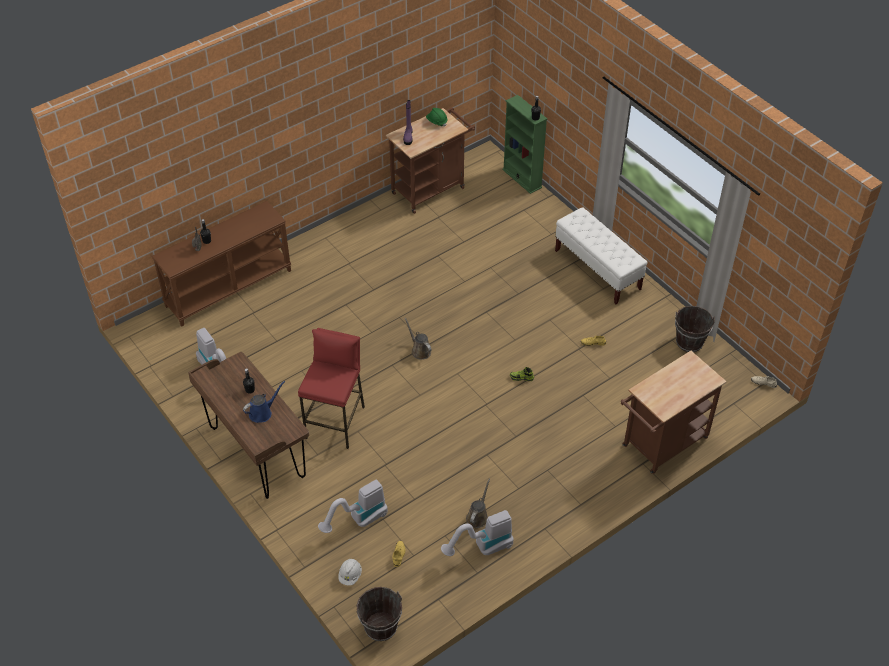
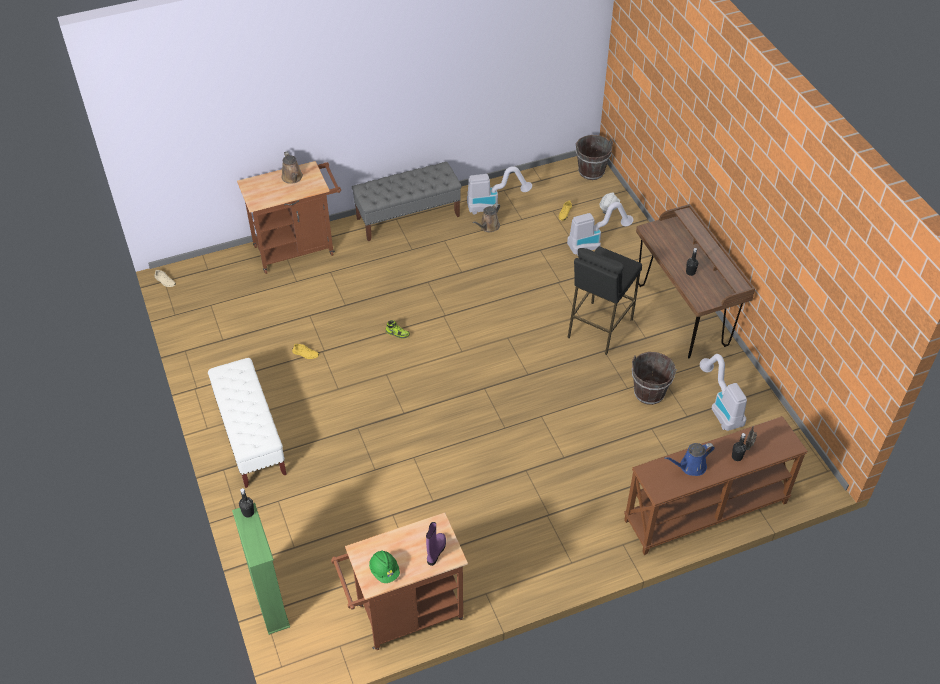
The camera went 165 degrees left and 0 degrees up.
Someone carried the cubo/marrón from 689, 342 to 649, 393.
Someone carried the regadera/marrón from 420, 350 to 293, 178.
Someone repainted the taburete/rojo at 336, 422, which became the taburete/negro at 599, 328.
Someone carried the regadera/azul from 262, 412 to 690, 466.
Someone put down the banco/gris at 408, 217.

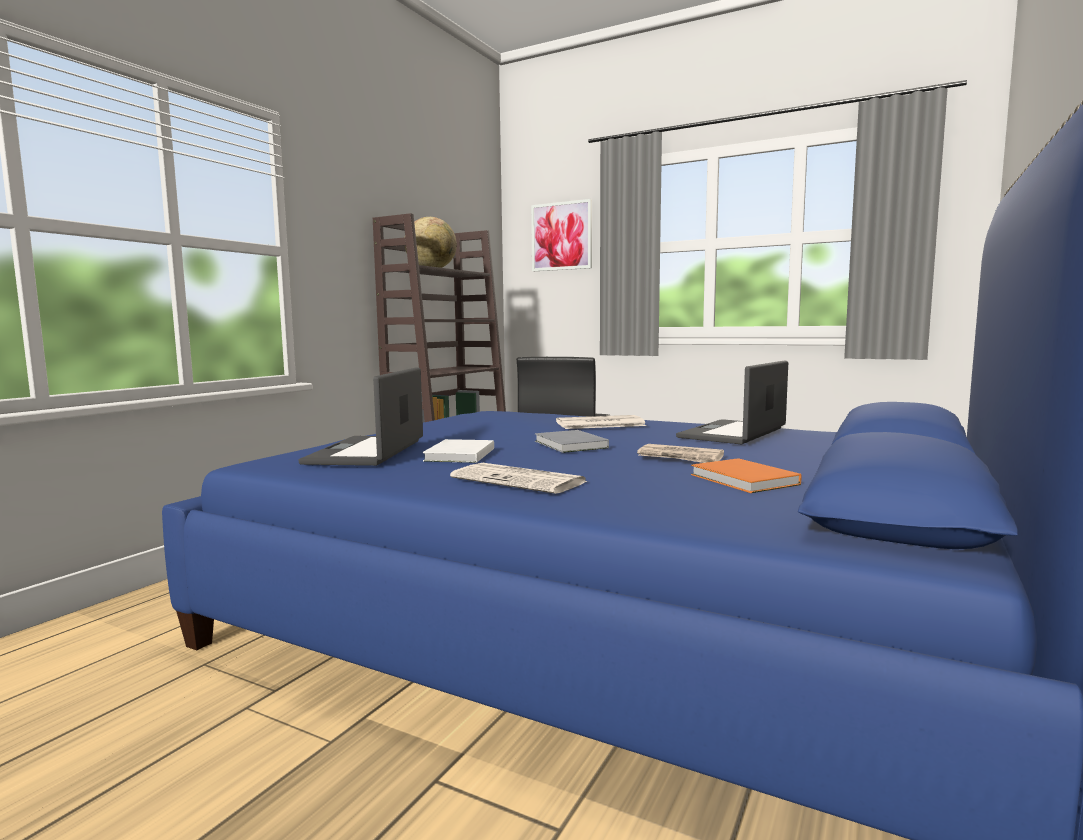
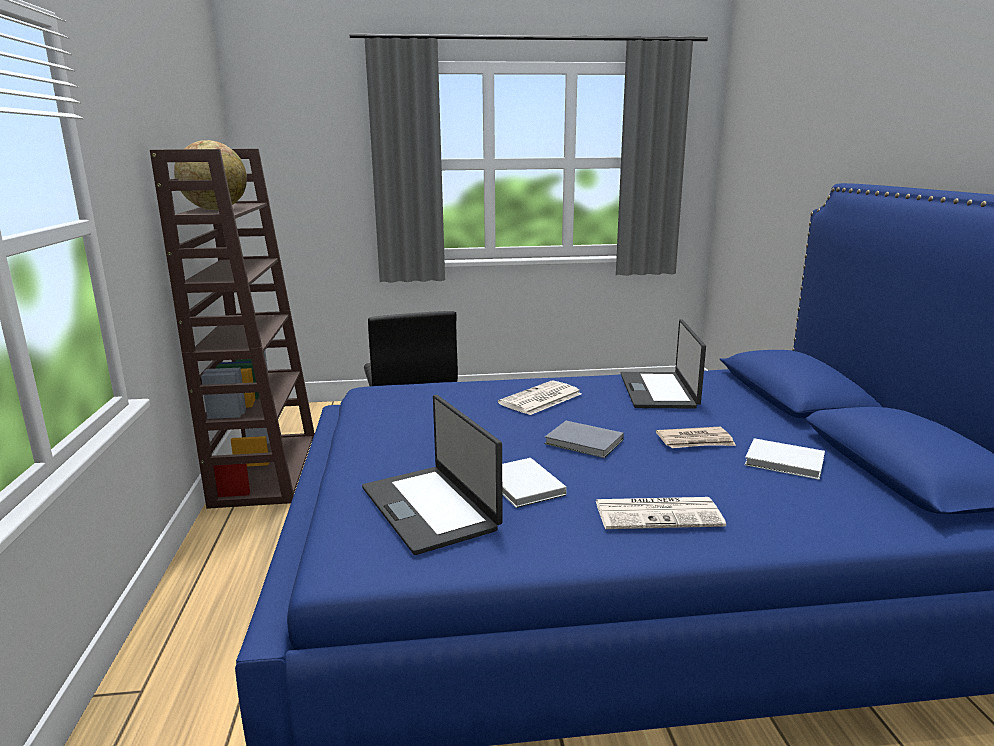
The camera went 35 degrees left and 10 degrees up.
Someone took away the cuadro at 561, 236.
Someone repainted the libro/naranja at 744, 480, which became the libro/blanco at 786, 462.

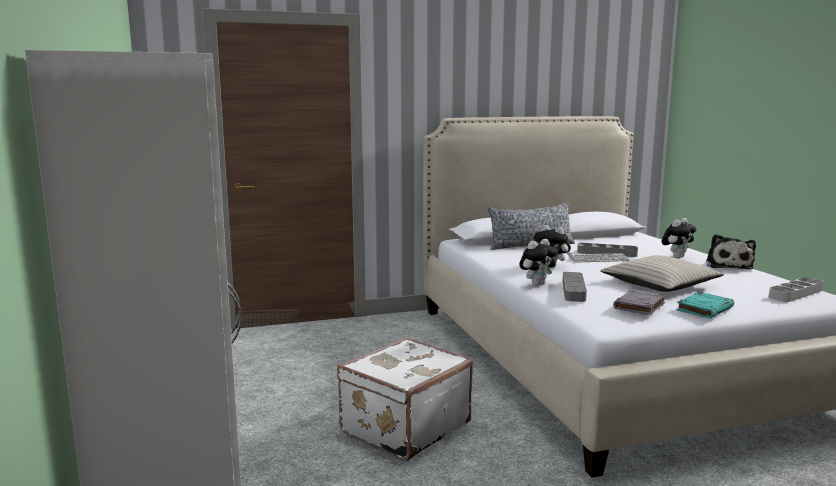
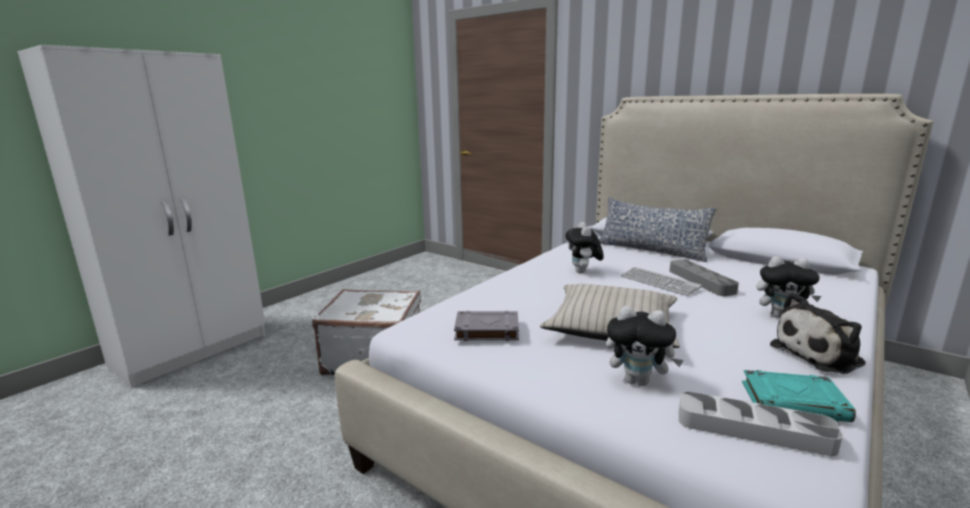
The camera went 55 degrees right and 5 degrees up.
Someone carried the peluche from 537, 284 to 639, 381.
Someone took away the bandeja/gris at 573, 290.
Someone carried the libro/turquesa from 704, 309 to 794, 401.

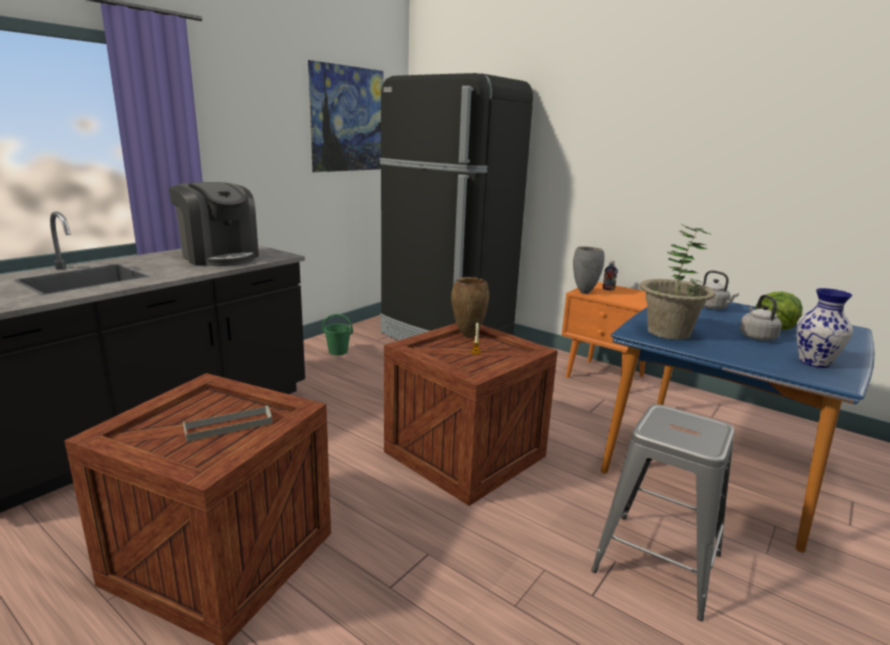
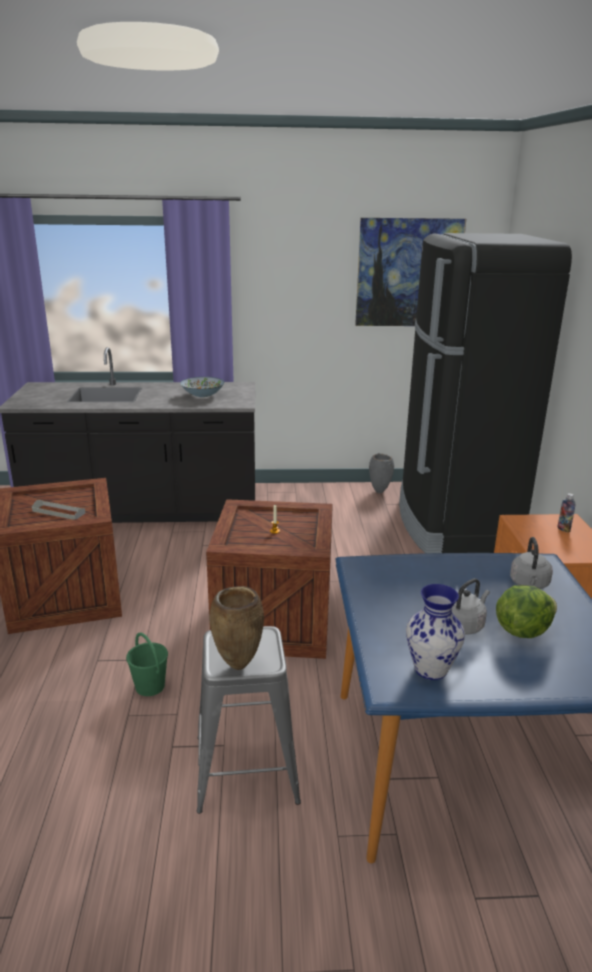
The camera went 50 degrees right and 5 degrees up.
Someone swapped the cafetera at 219, 257 for the cuenco at 203, 395.
Someone took away the planta en maceta at 668, 332.
Someone carried the florero/gris from 585, 293 to 380, 492.
Someone carried the florero/marrón from 467, 335 to 237, 665.
Someone carried the cubo/verde from 338, 352 to 150, 687.

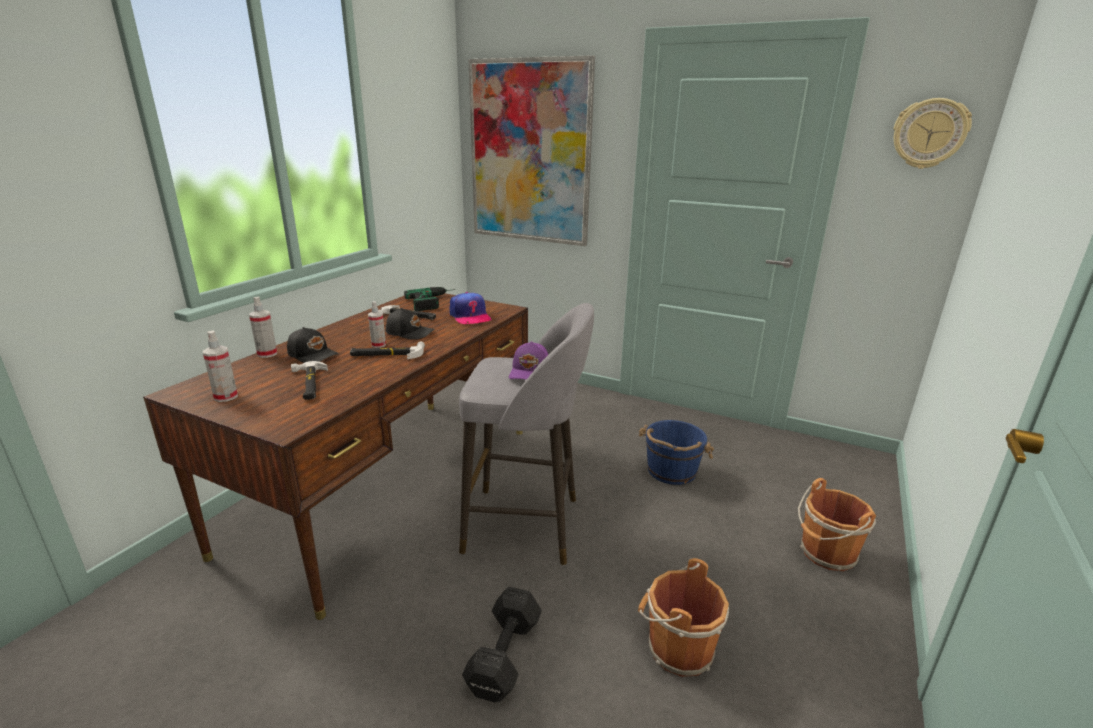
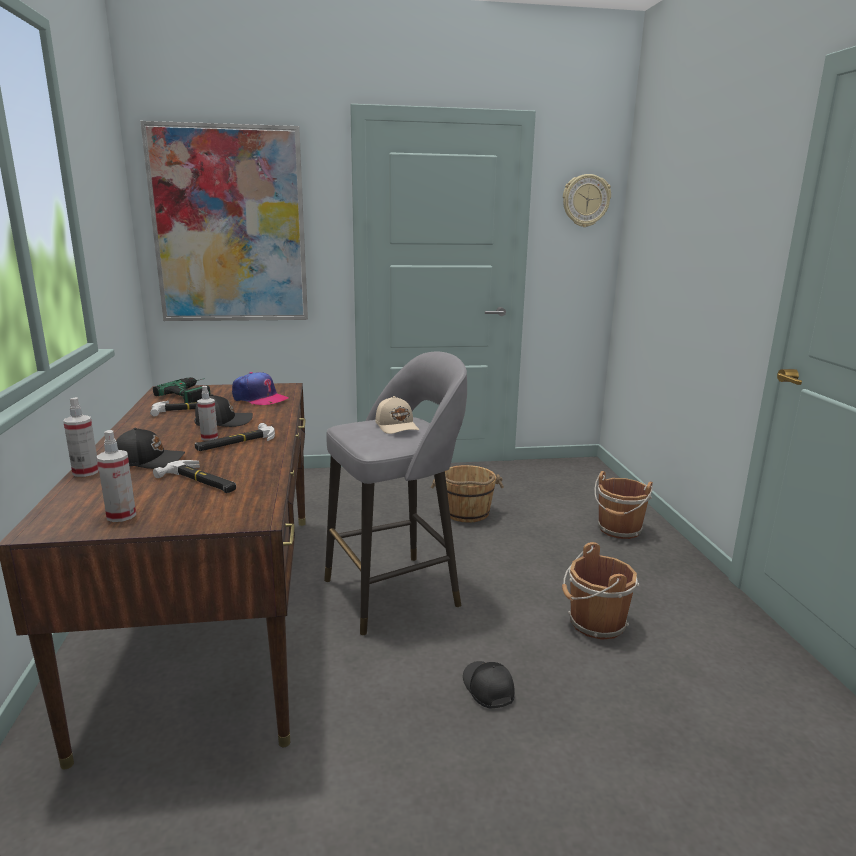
The camera went 35 degrees left and 5 degrees down.
Someone repainted the gorra/morado at 530, 372, which became the gorra/beis at 397, 426.
Someone repainted the cubo/azul at 671, 471, which became the cubo/marrón at 466, 513.
Someone swapped the mancuerna/negro at 502, 658 for the gorra/negro at 487, 688.

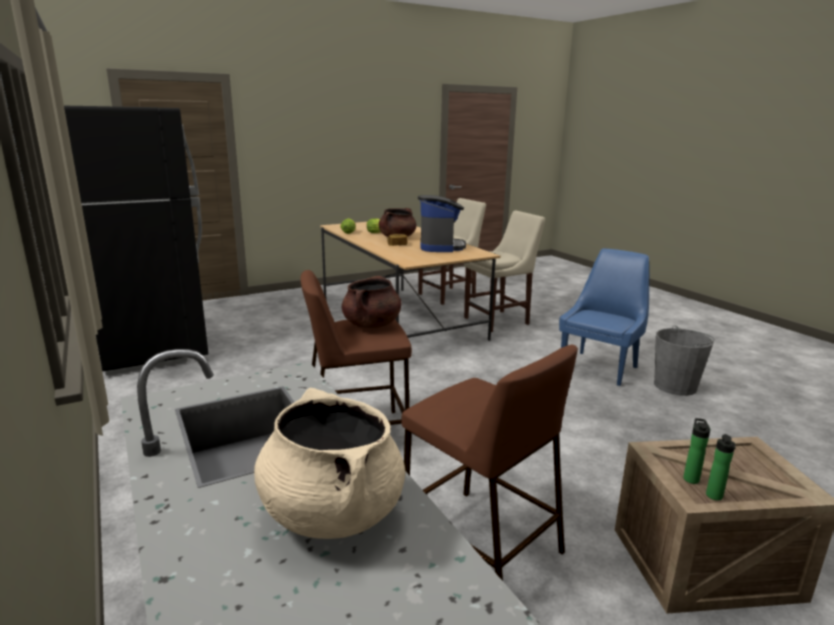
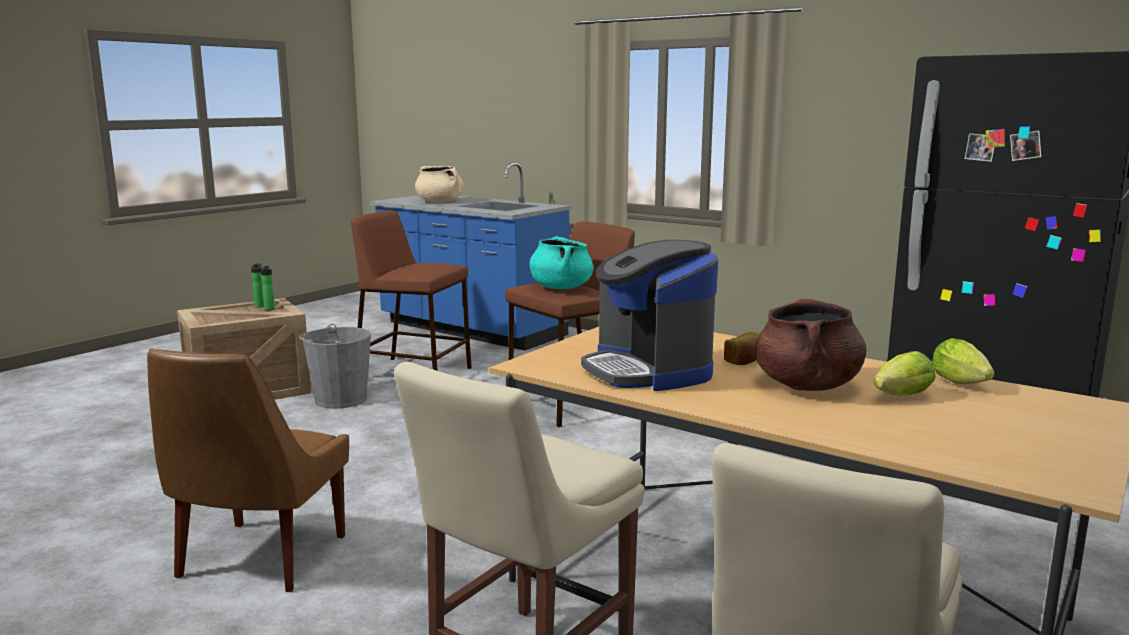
The camera went 155 degrees right and 5 degrees down.
Someone repainted the silla/azul at 600, 367, which became the silla/marrón at 259, 559.
Someone repainted the olla/marrón at 371, 325, which became the olla/turquesa at 561, 287.
Someone carried the cubo/gris from 675, 386 to 340, 399.

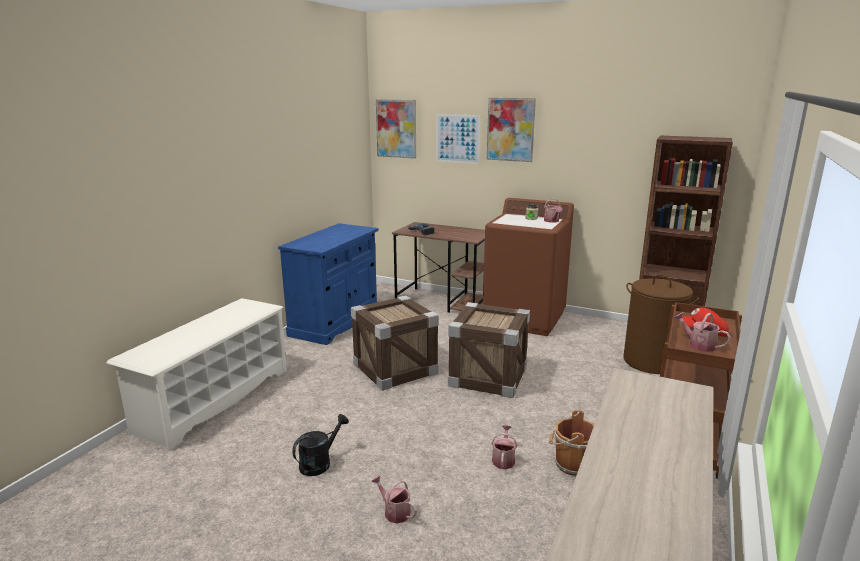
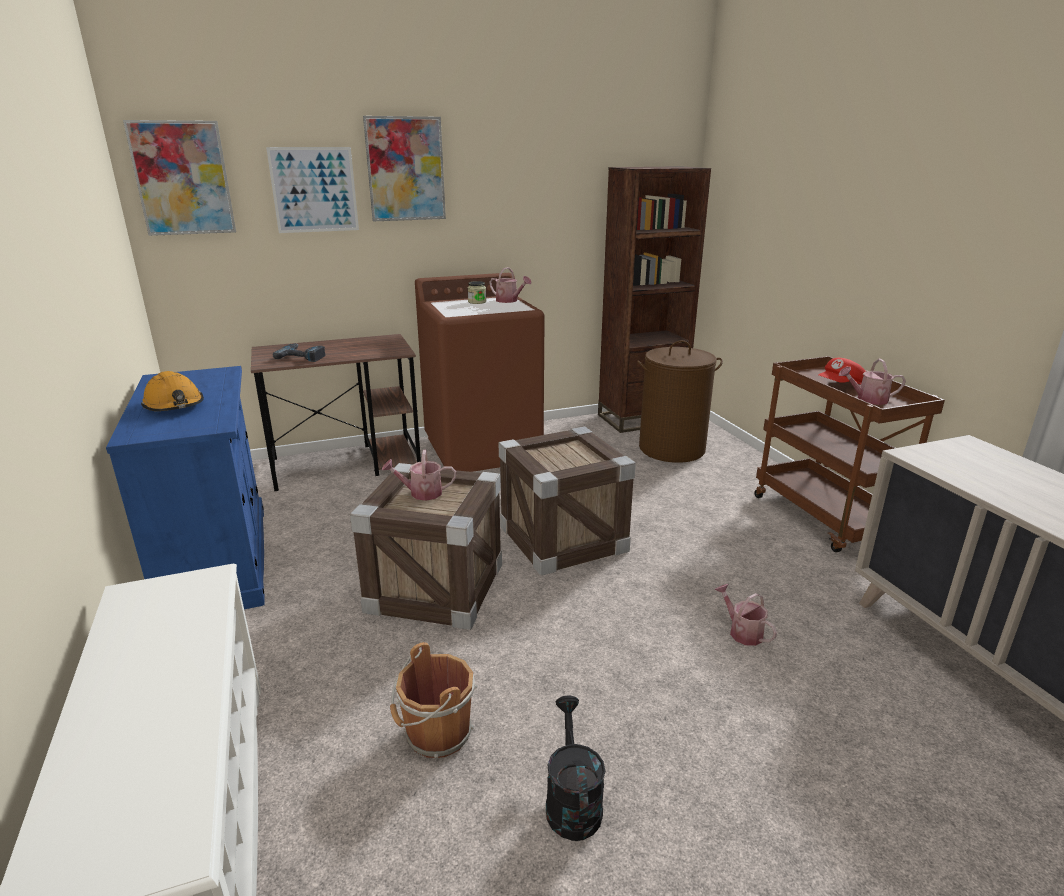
The camera went 45 degrees left and 5 degrees up.
Someone carried the cubo/marrón from 571, 464 to 436, 735.
Someone carried the regadera from 394, 512 to 421, 493.
Someone put down the casco/naranja at 174, 405.

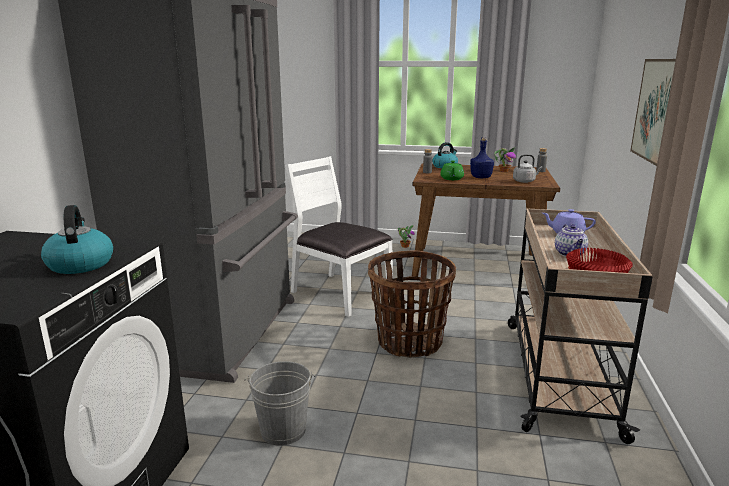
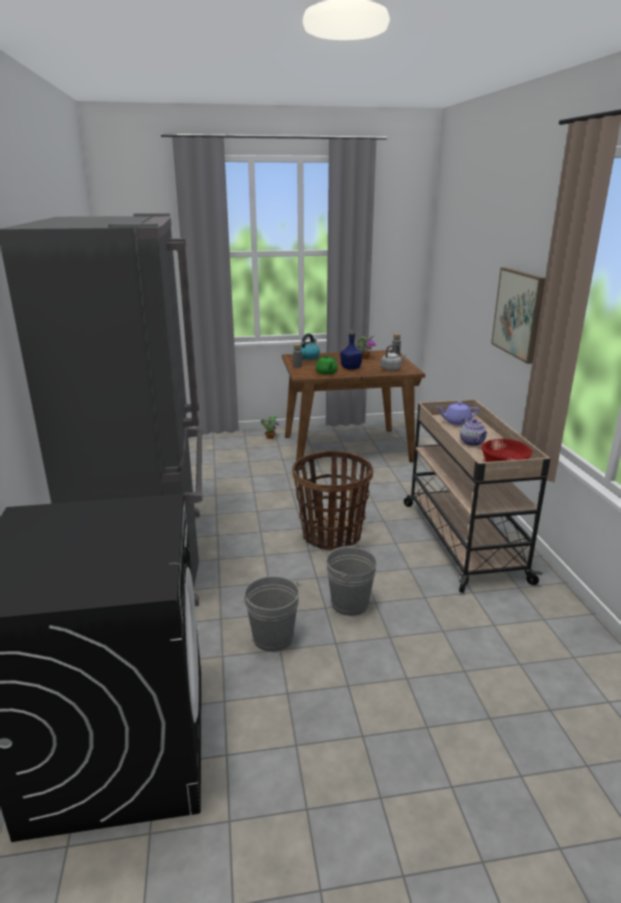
The camera went 20 degrees left and 5 degrees up.
Someone took away the silla/blanco at 339, 293.
Someone took away the hervidor at 80, 264.
Someone put down the cubo/gris at 350, 603.

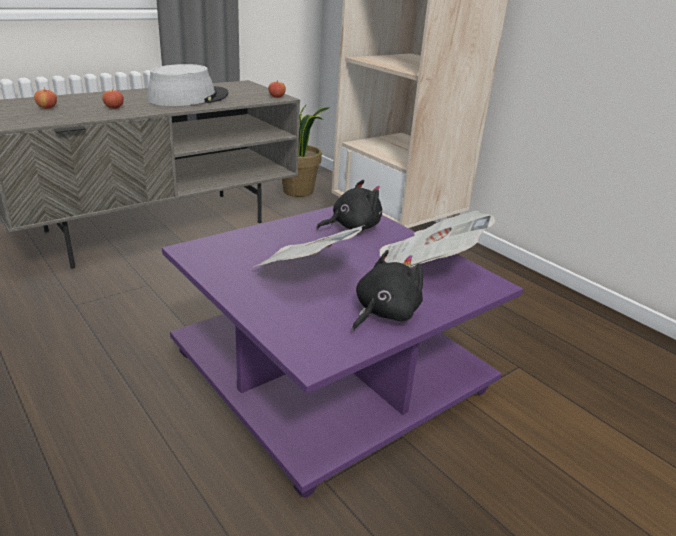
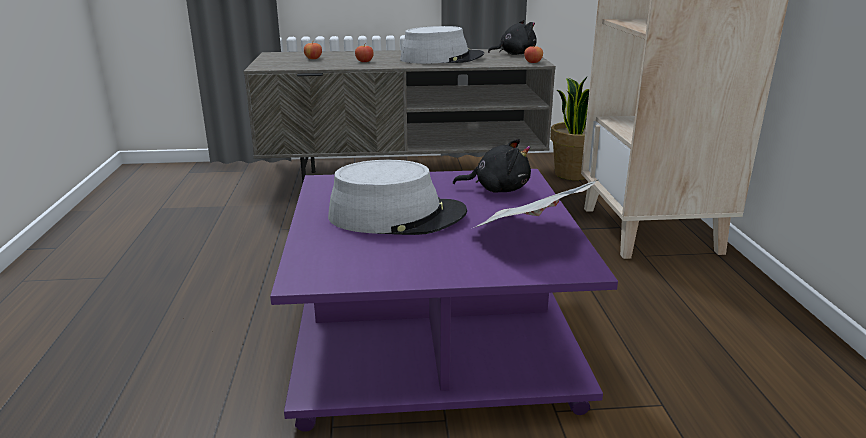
The camera went 35 degrees right and 5 degrees down.
Someone swapped the periódico at 307, 272 for the sombrero/gris at 397, 216.
Someone carried the peluche/negro from 384, 313 to 514, 54.

